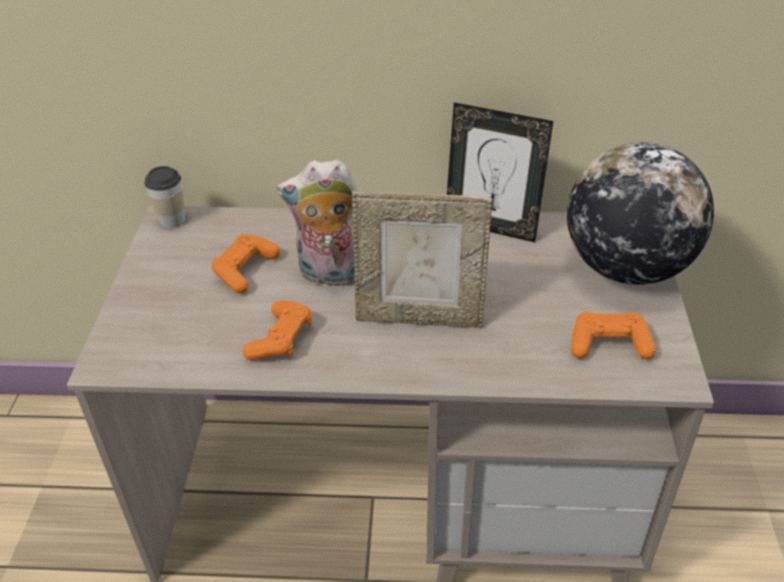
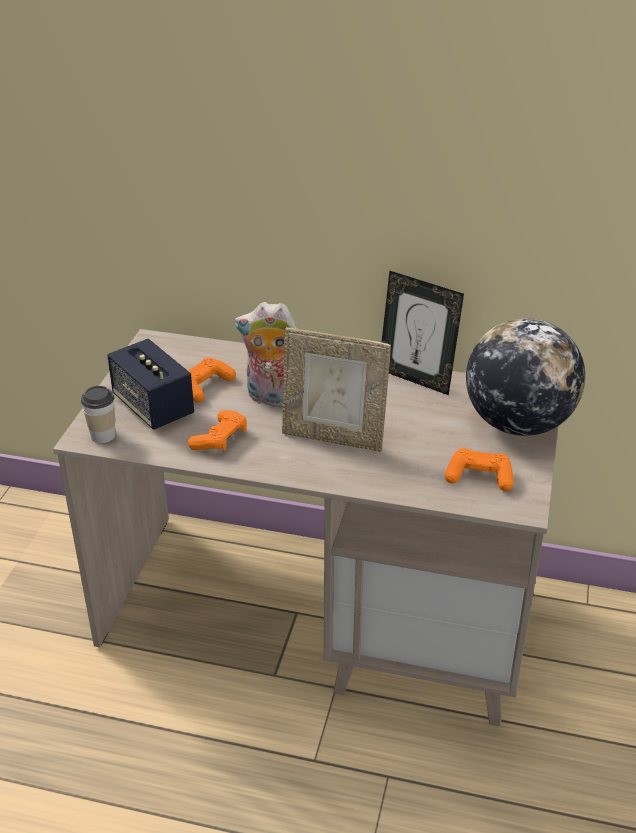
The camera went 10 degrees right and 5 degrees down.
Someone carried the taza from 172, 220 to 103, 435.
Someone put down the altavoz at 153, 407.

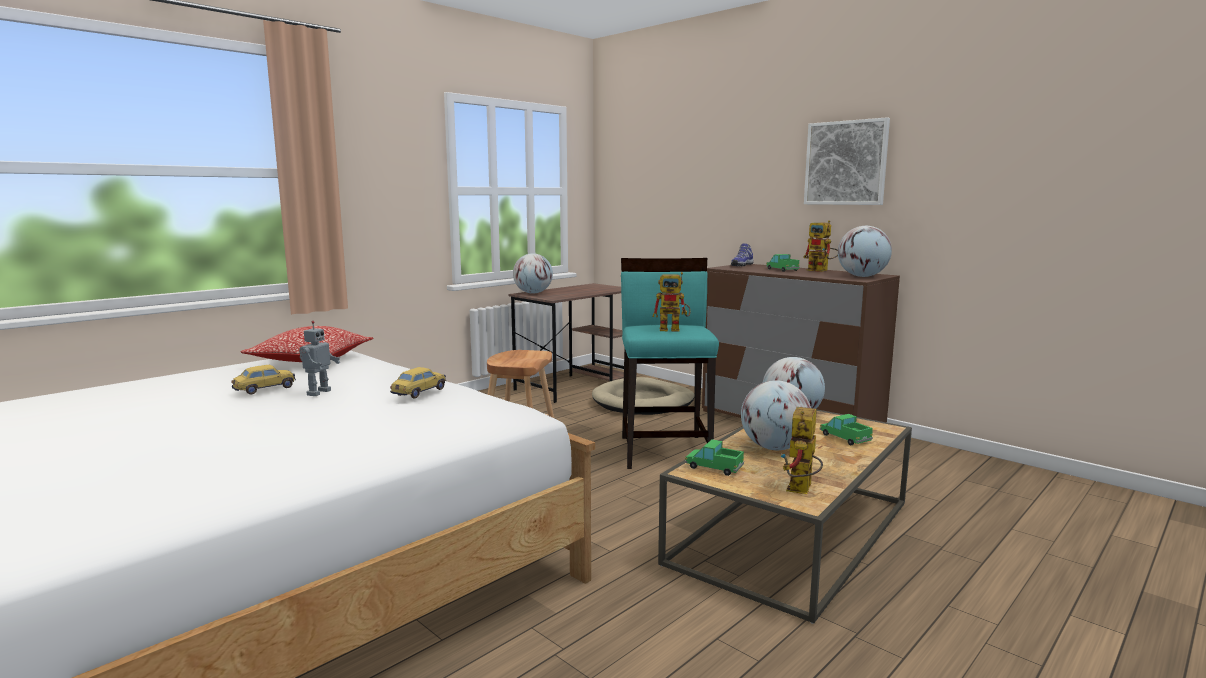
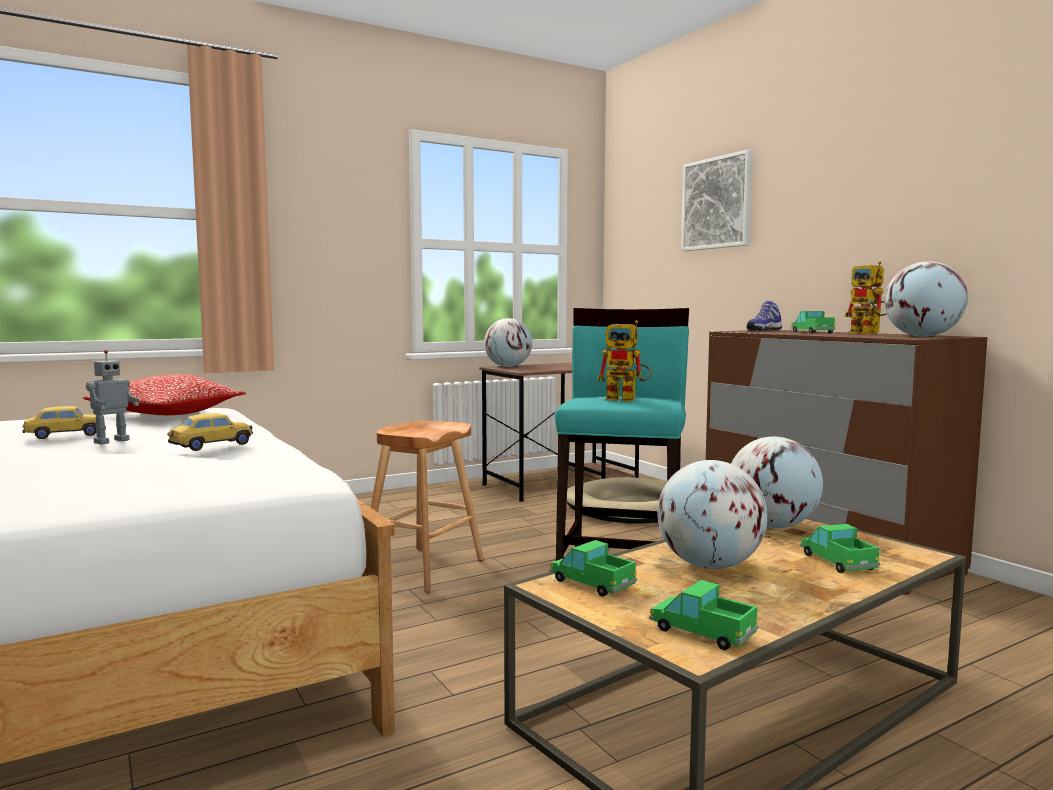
The camera went 15 degrees right and 5 degrees down.
Someone carried the cuadro from 846, 163 to 717, 203.
Someone swapped the robot de juguete at 801, 491 for the camión de juguete at 702, 632.

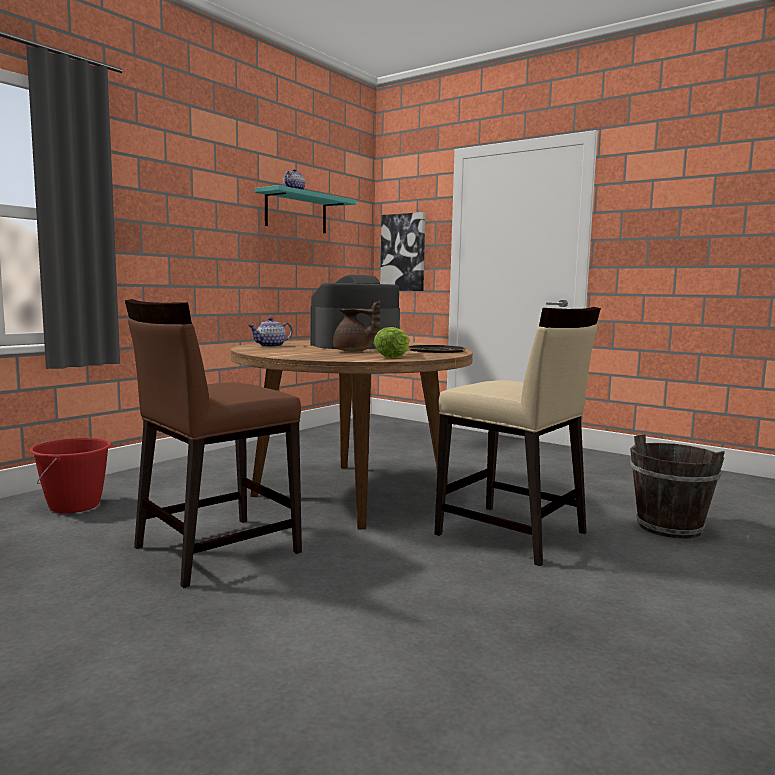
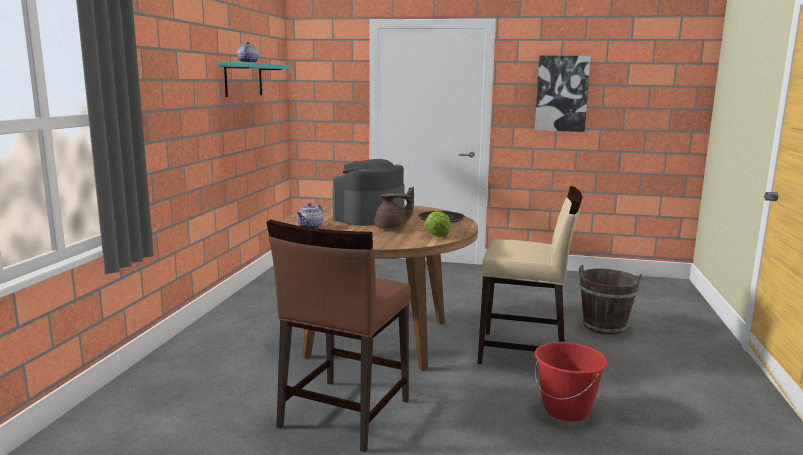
The camera went 25 degrees left and 5 degrees up.
Someone carried the cuadro from 403, 252 to 561, 93.
Someone carried the cubo/rojo from 75, 506 to 566, 410.

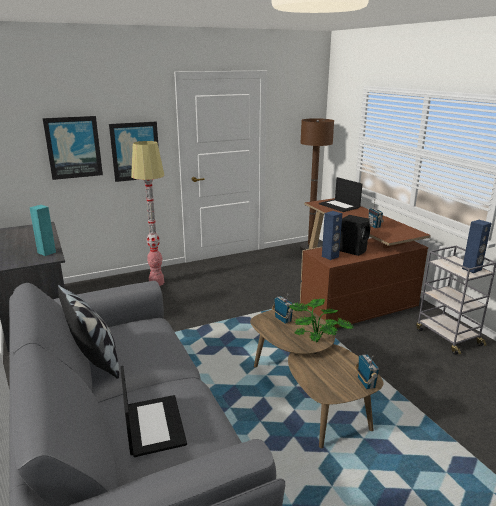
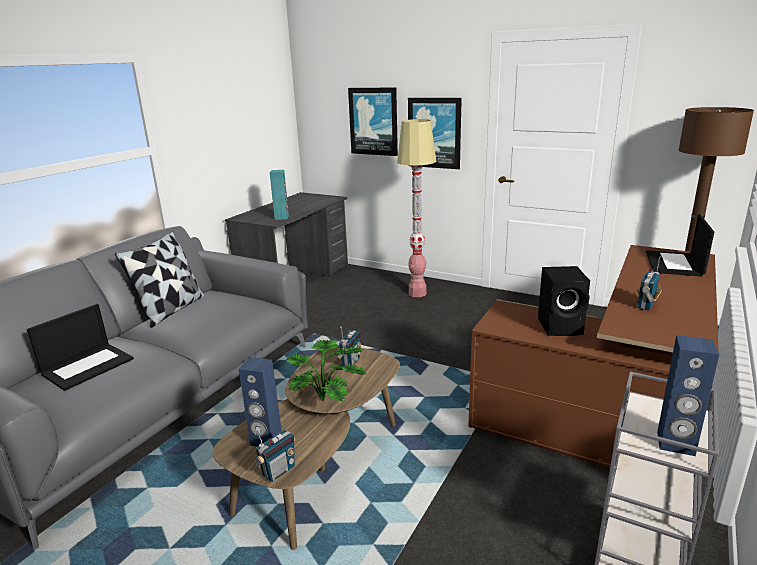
The camera went 55 degrees right and 0 degrees up.
Someone carried the altavoz/azul from 330, 256 to 266, 440.

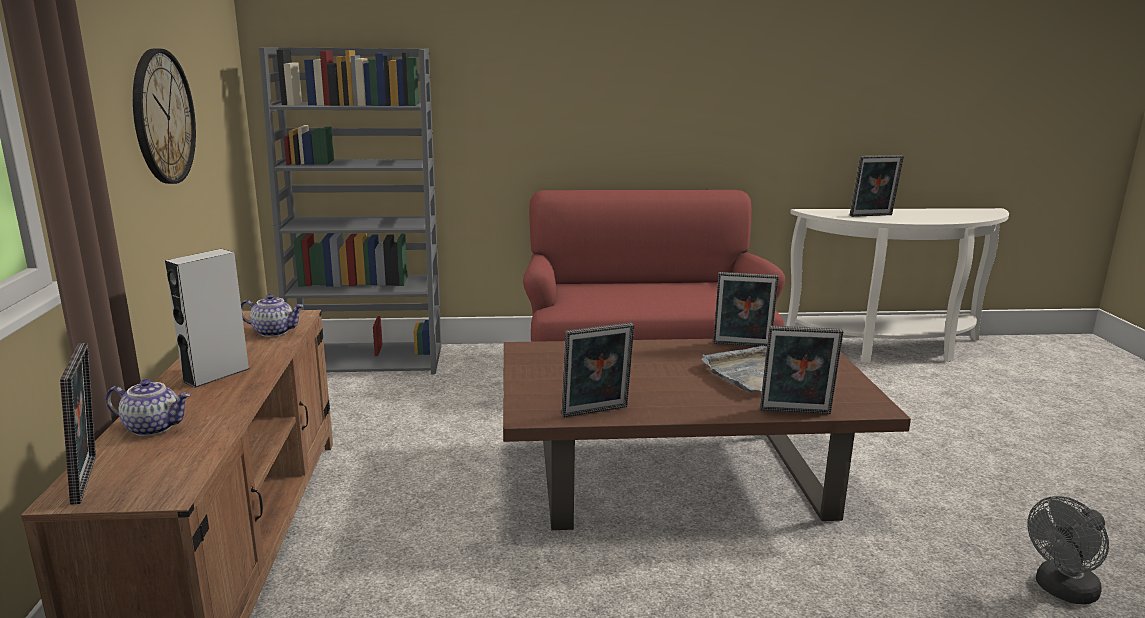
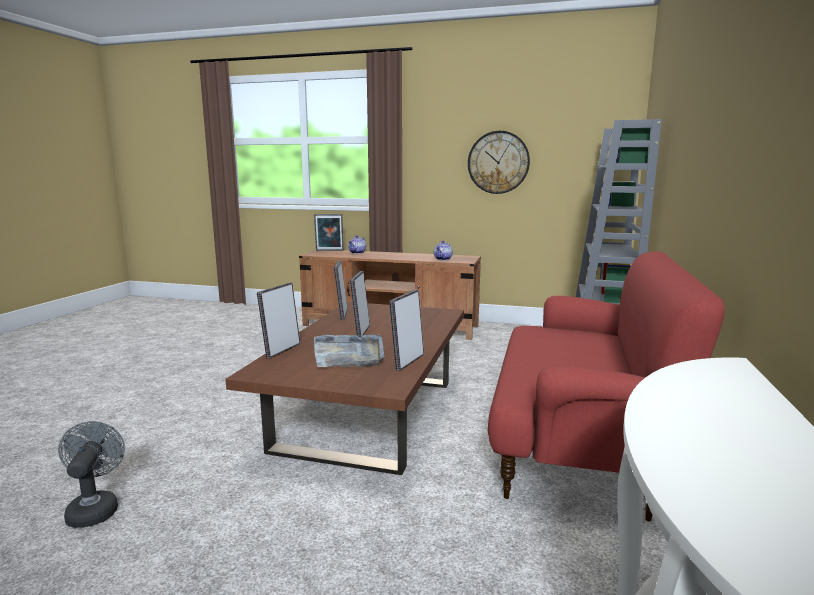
The camera went 110 degrees right and 5 degrees down.
Someone carried the portarretratos from 872, 216 to 360, 332.
Someone took away the altavoz/gris at 216, 375.

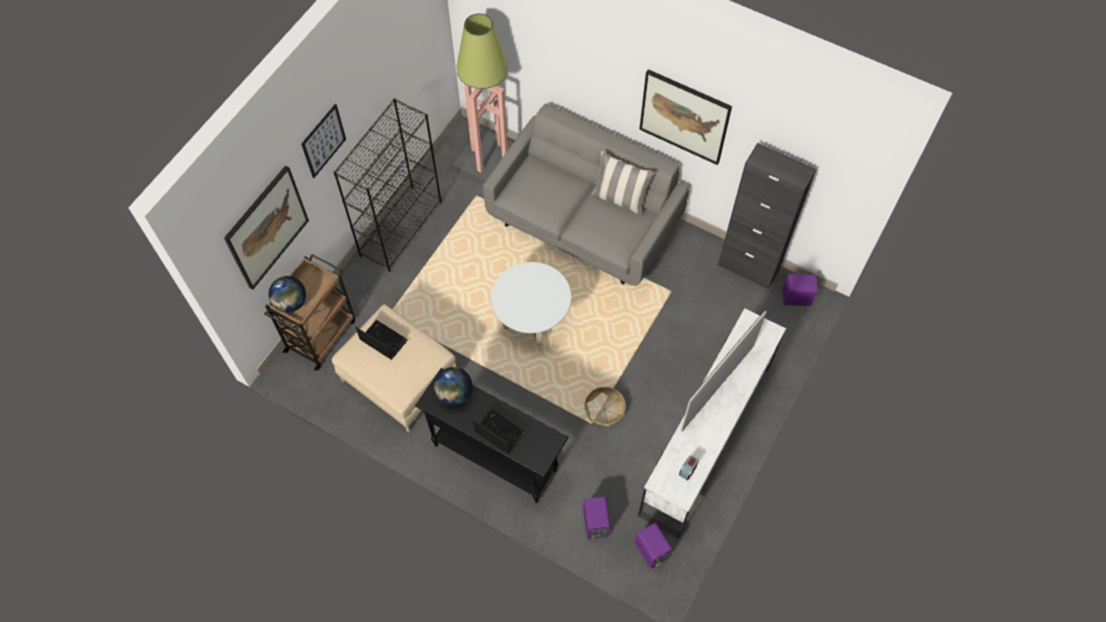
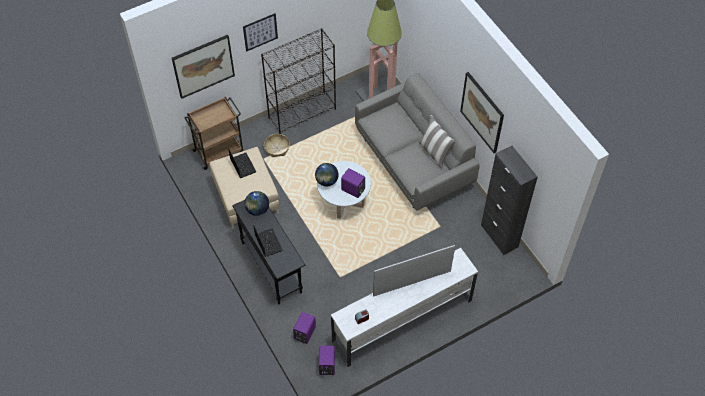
The camera went 30 degrees right and 5 degrees down.
Someone carried the altavoz/morado from 797, 298 to 353, 190.
Someone carried the globo terráqueo from 291, 303 to 326, 181.
Someone carried the cesta from 604, 409 to 277, 148.

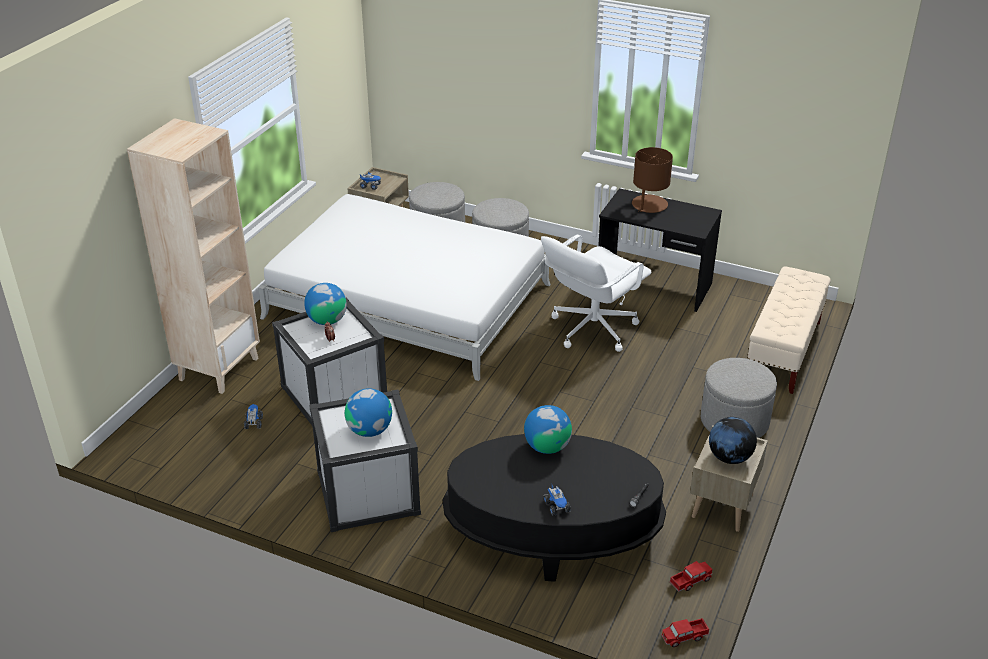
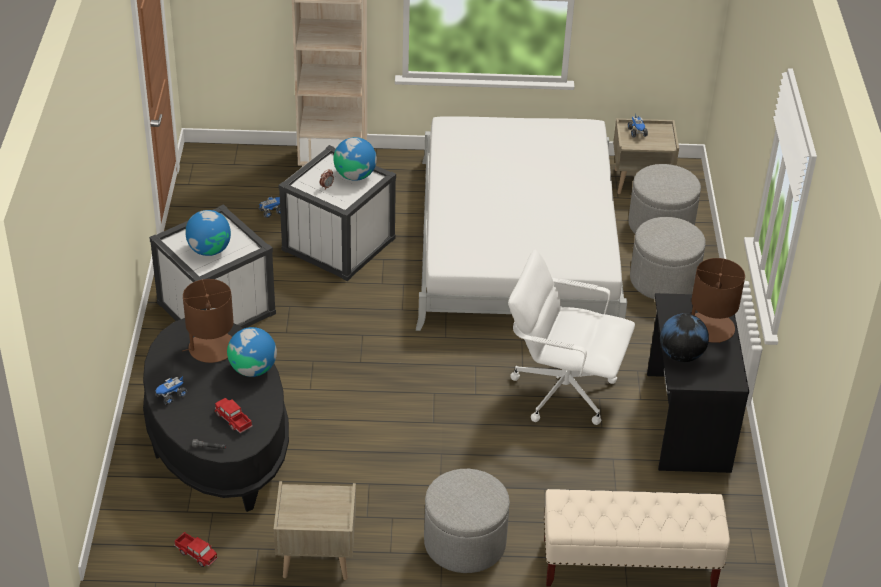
The camera went 65 degrees right and 5 degrees up.
Someone carried the globo terráqueo from 729, 457 to 681, 355.
Someone carried the camión de juguete from 684, 636 to 233, 420.
Someone put down the lámpara de mesa/marrón at 211, 348.

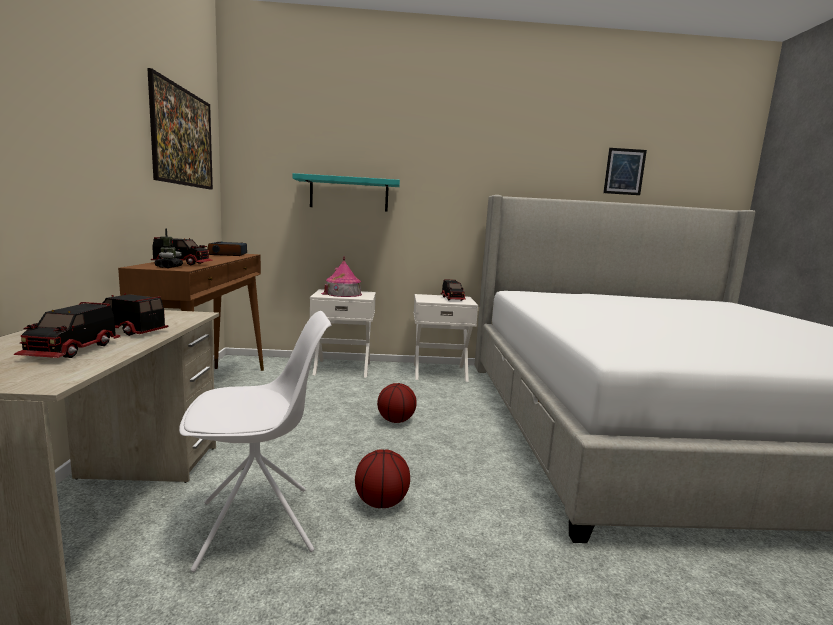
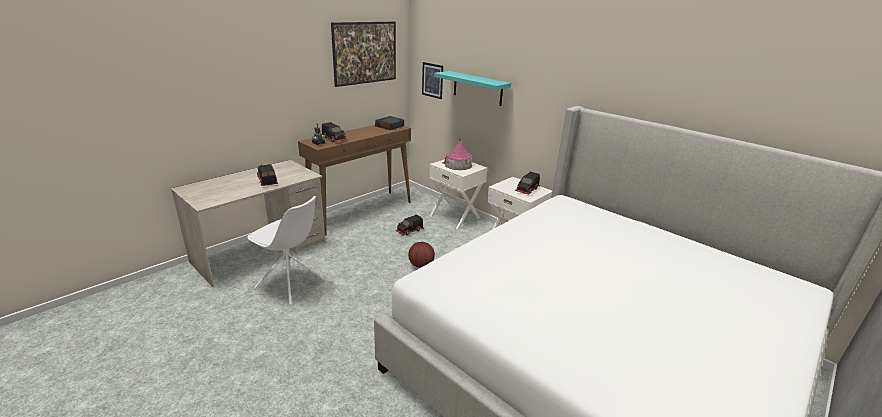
The camera went 45 degrees right and 15 degrees up.
Someone carried the cuadro from 624, 171 to 432, 80.
Someone carried the camión de juguete from 73, 350 to 410, 231.
Someone took away the balón de baloncesto at 381, 502.

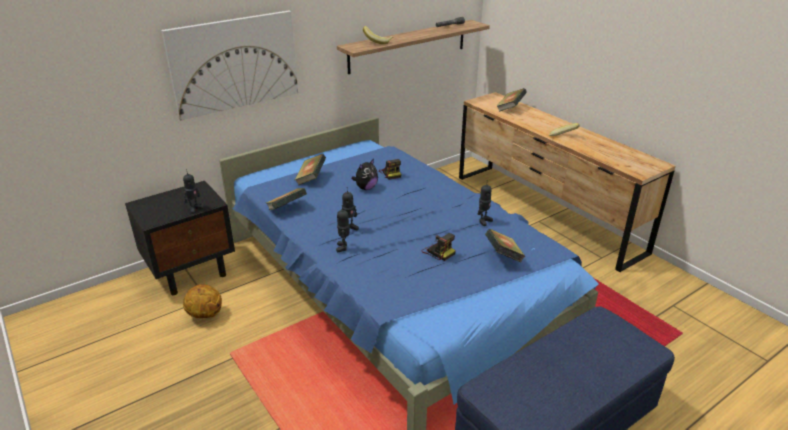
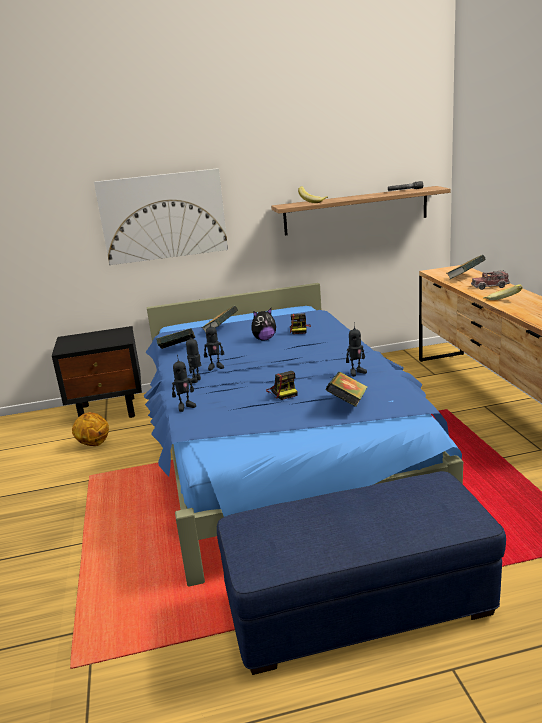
The camera went 25 degrees right and 10 degrees down.
Someone carried the robot de juguete from 195, 209 to 185, 407.
Someone put down the camión de juguete at 490, 286.

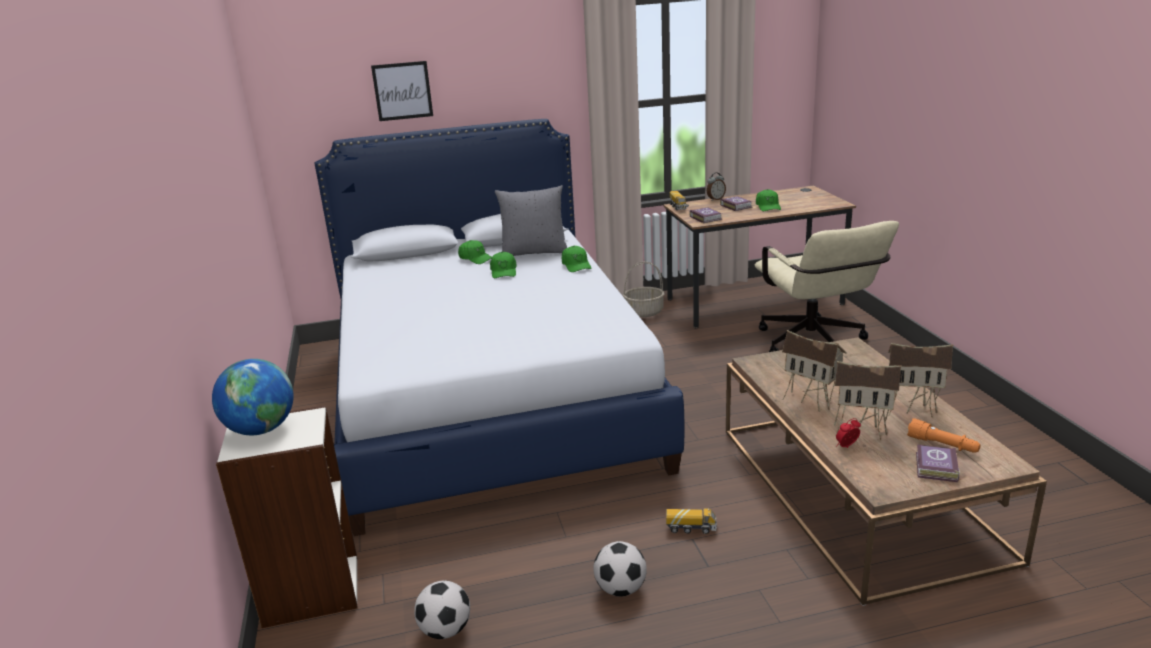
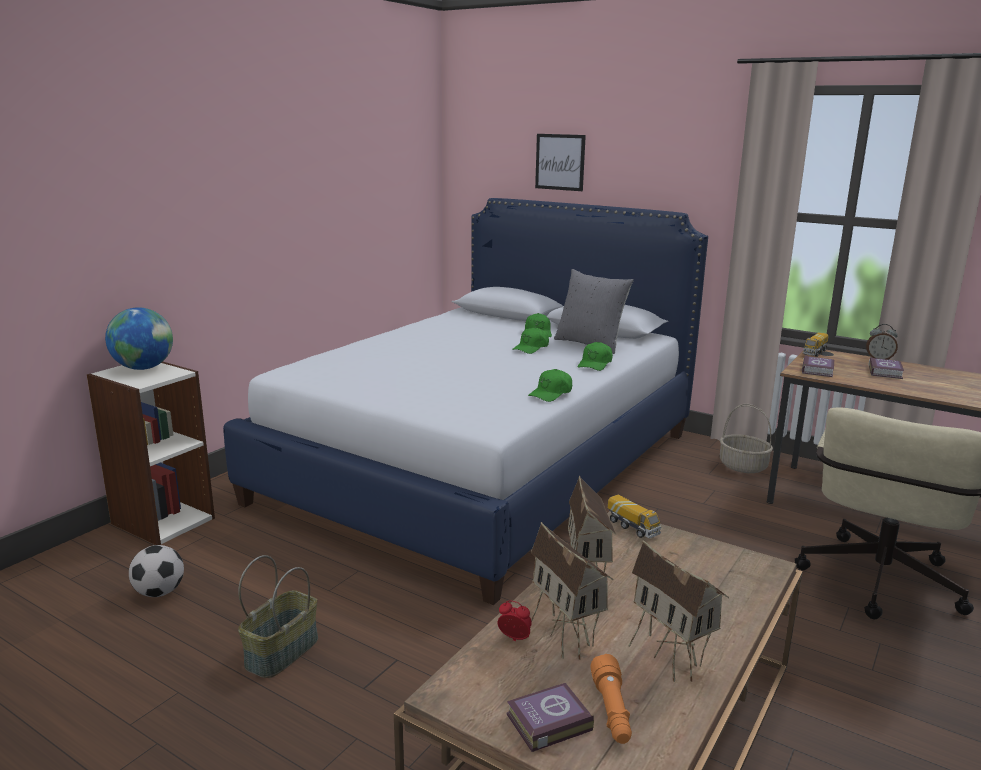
The camera went 45 degrees right and 5 degrees down.
Someone carried the gorra/verde from 768, 206 to 551, 394.
Someone carried the camión de juguete from 691, 528 to 633, 527.
Someone swapped the balón de fútbol at 620, 589 for the cesta at 281, 651.

